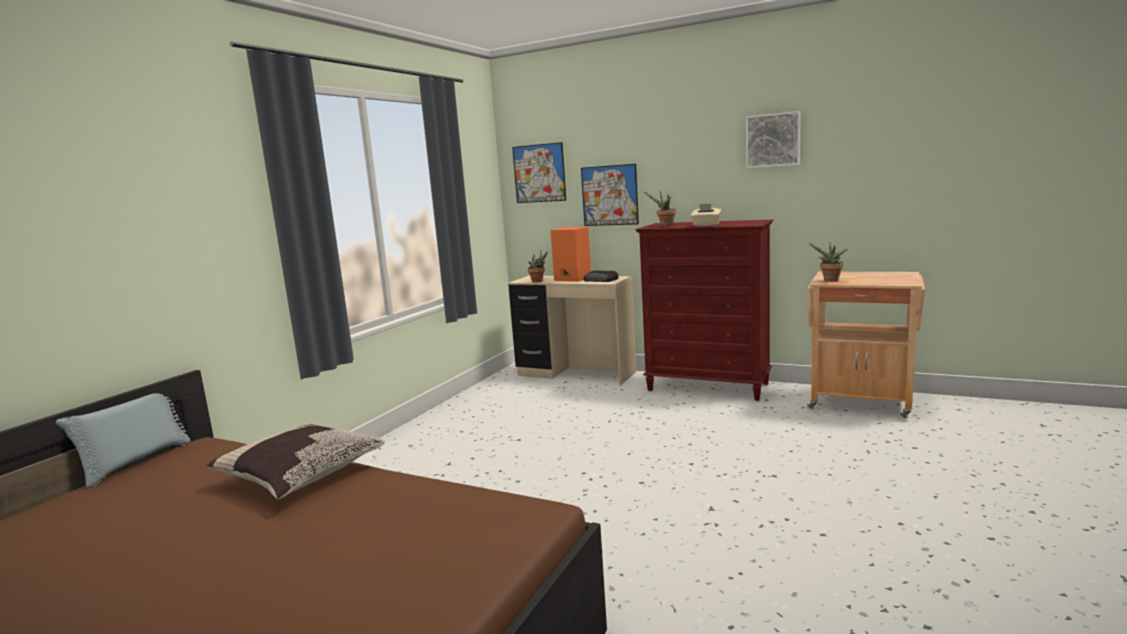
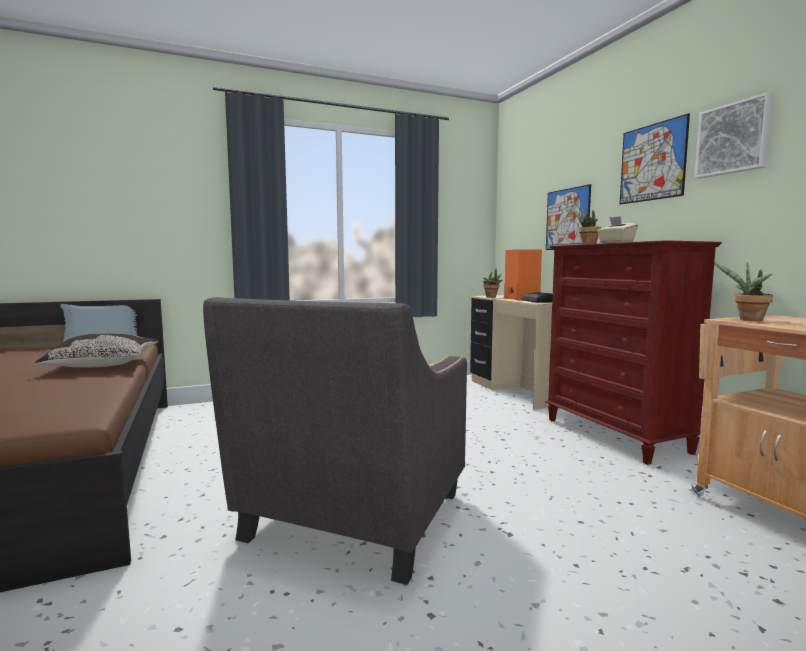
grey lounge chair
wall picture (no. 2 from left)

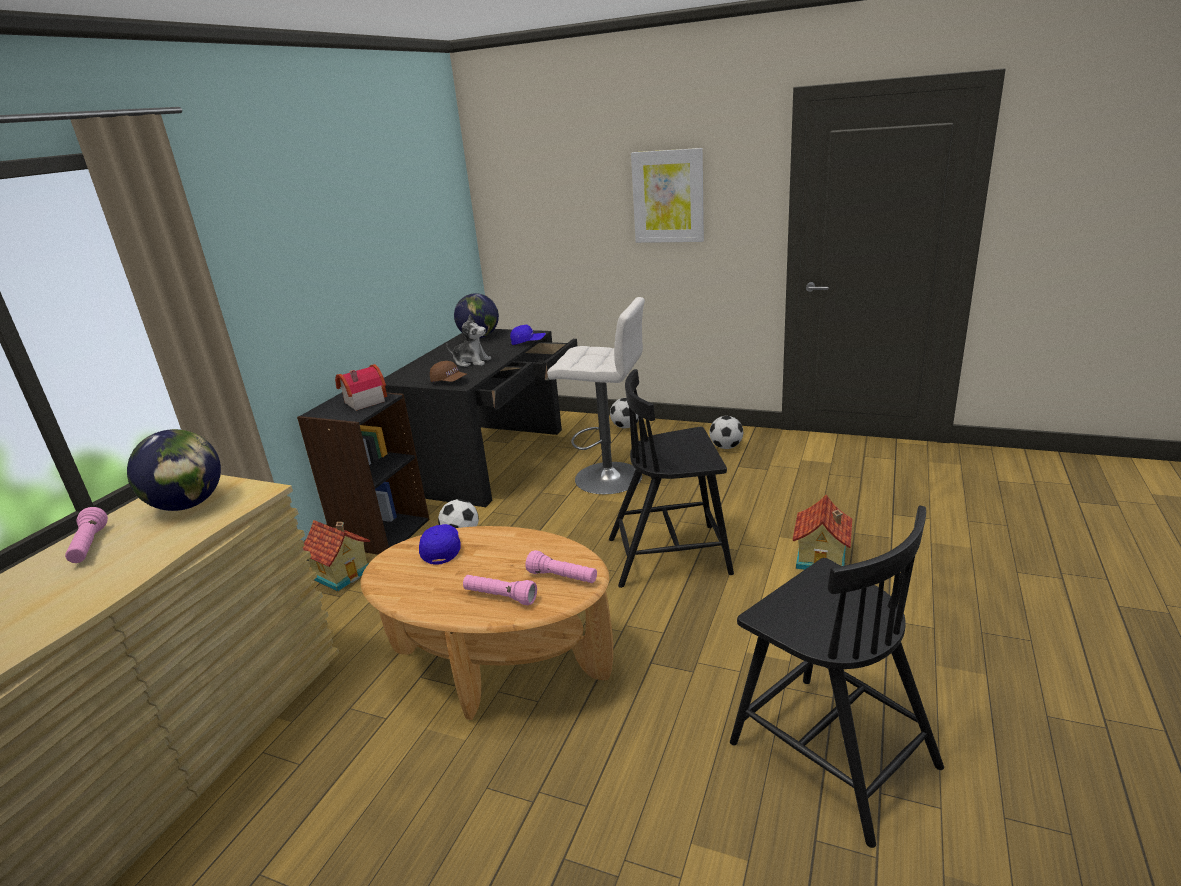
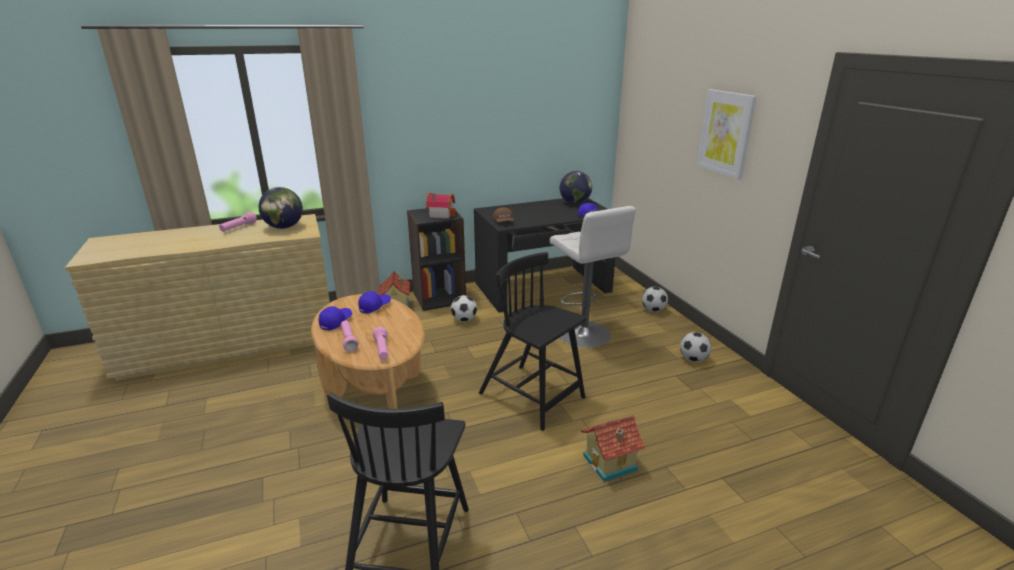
bluish cap (no. 1 from left)
cuddly toy

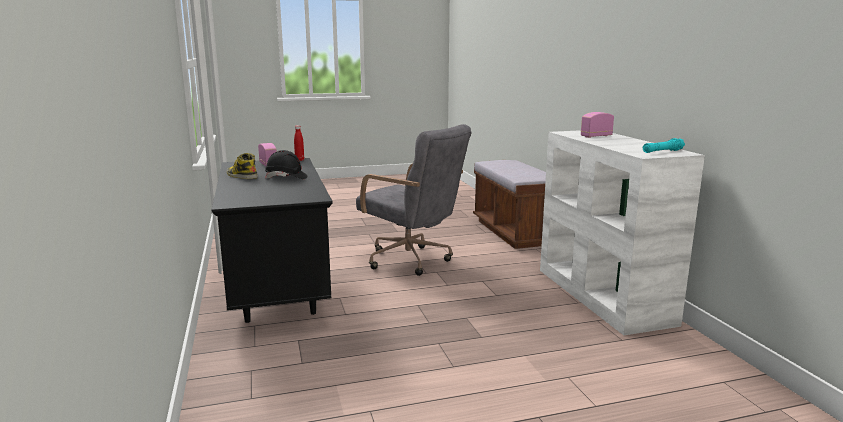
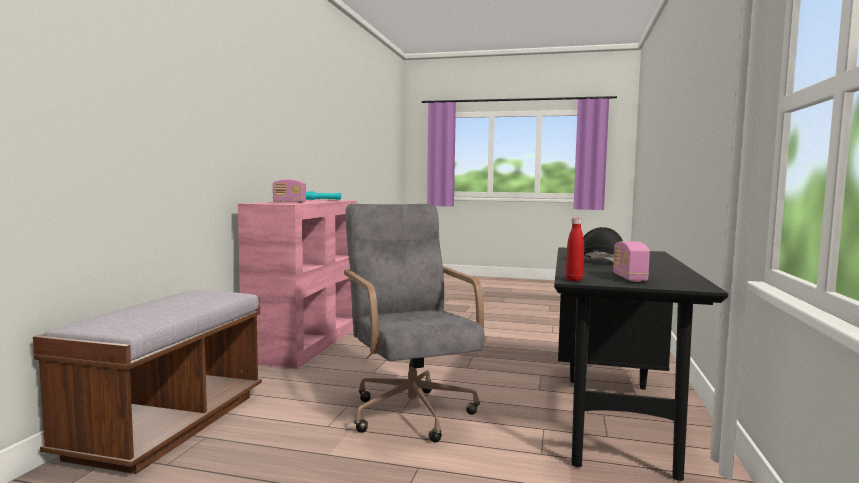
pink bookcase
tall boot

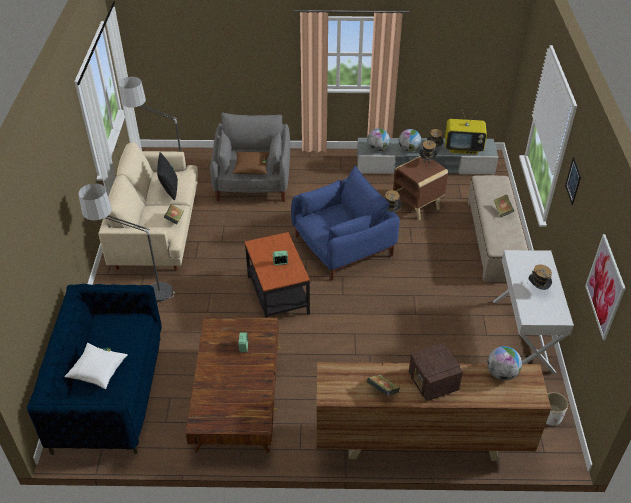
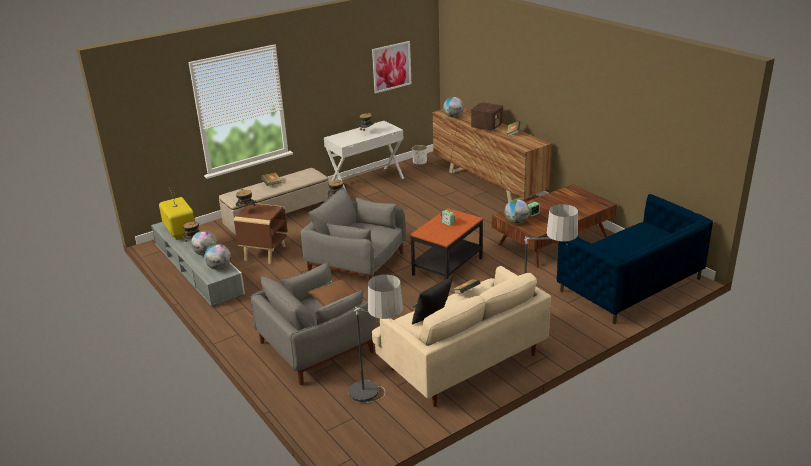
grey lounge chair (no. 2 from left)
desk globe (no. 4 from left)
white throw pillow
wall picture (no. 1 from left in the first image)

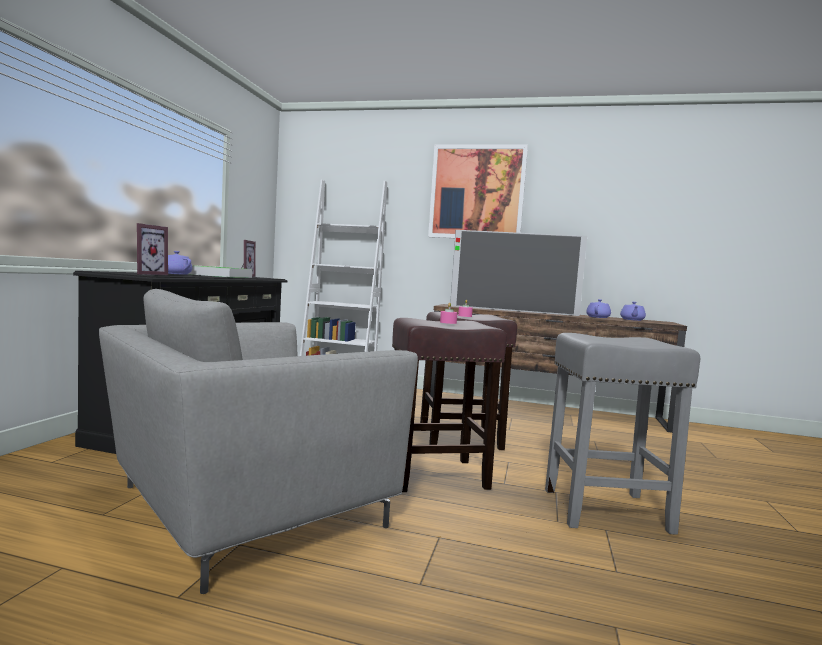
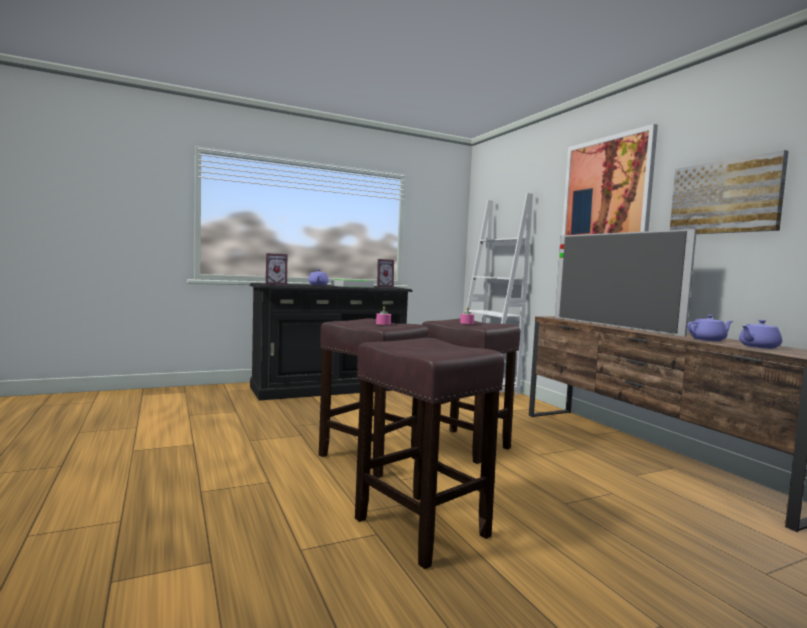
brown stool seat (no. 2 from left)
wall picture (no. 2 from left)
grey lounge chair

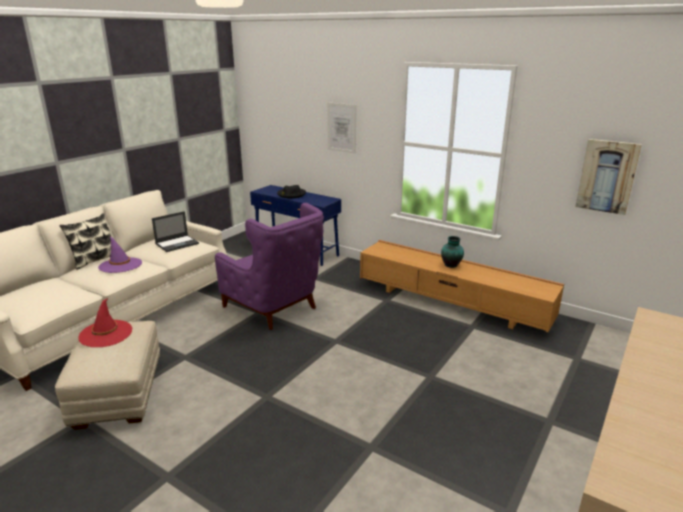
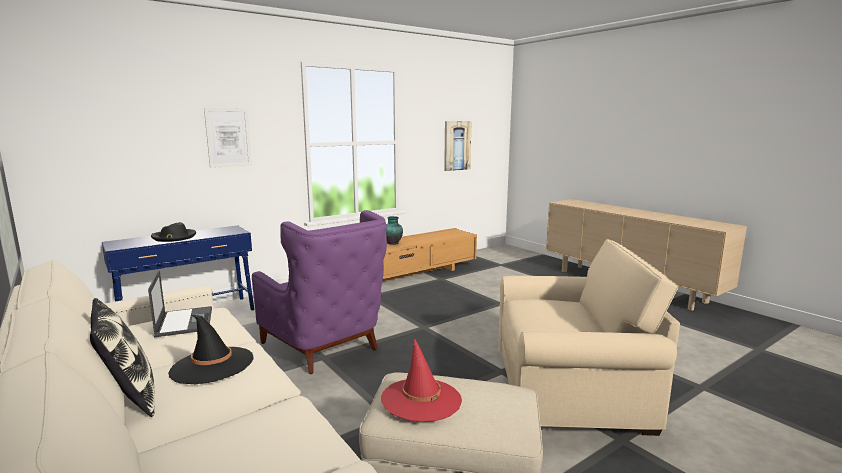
blackish wearable hat (no. 2 from left)
purple lounge chair
beige-coloured lounge chair

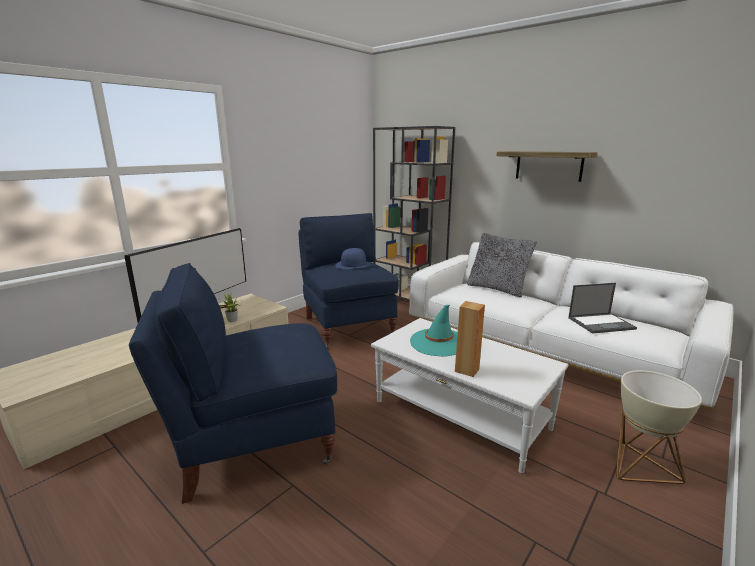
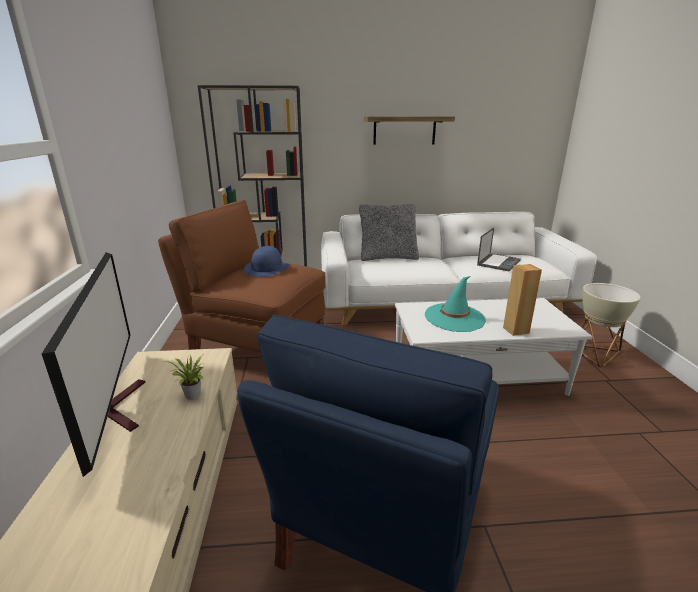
brown lounge chair

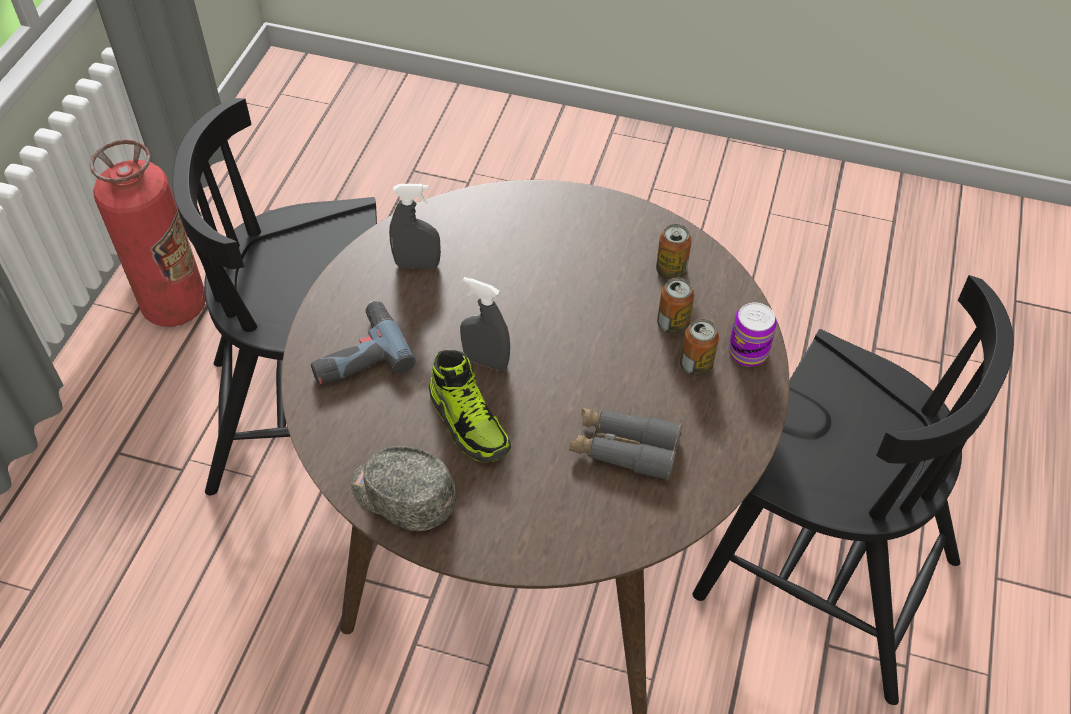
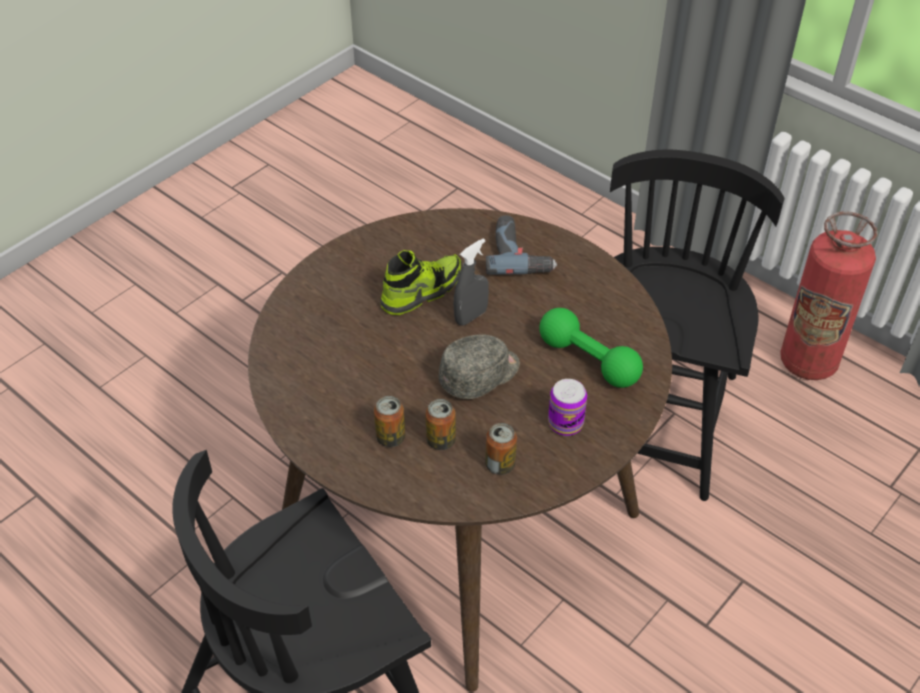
shoe
grey cap
green hand weight
metal can (no. 4 from left)
grey sprayer (no. 1 from left in the first image)
grey binoculars

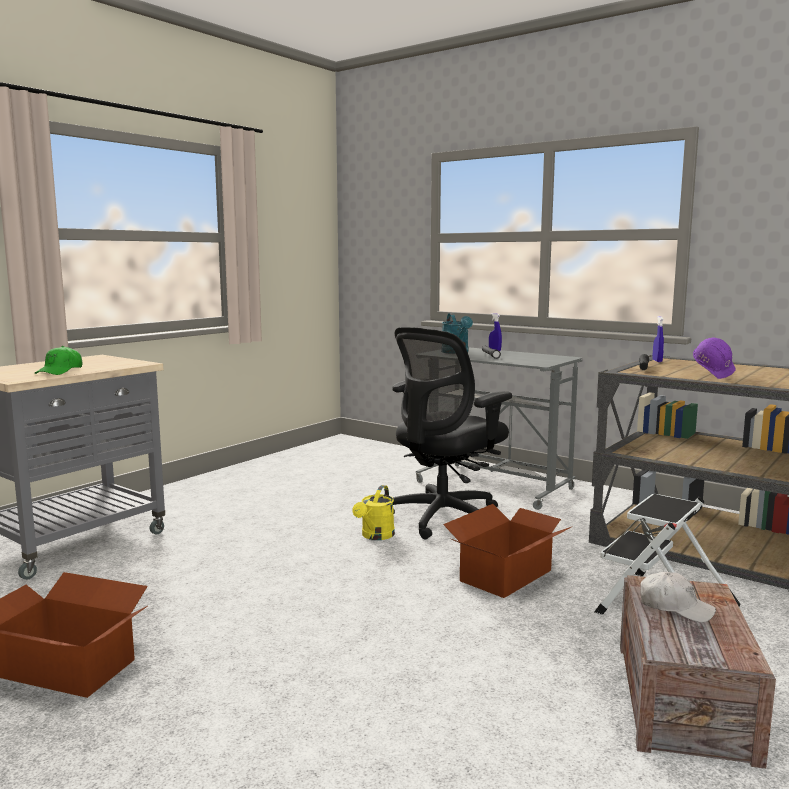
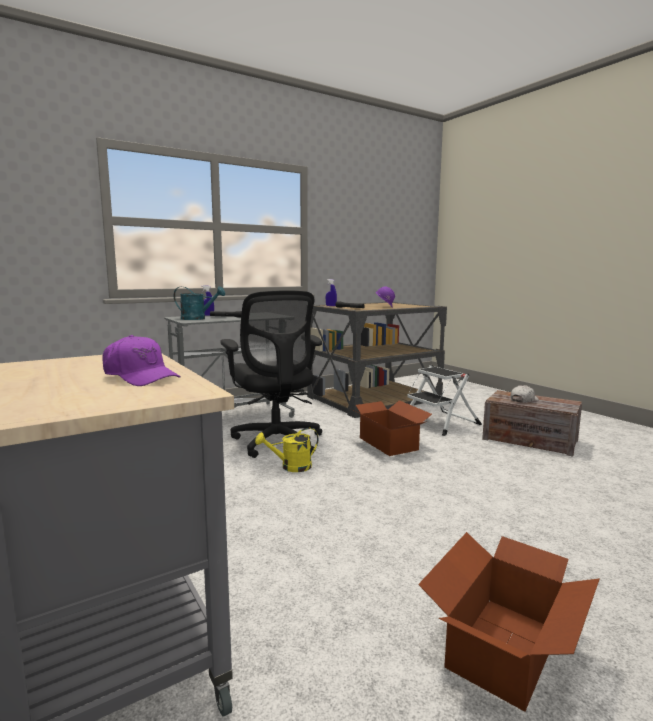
purple cap
yellowish watering can

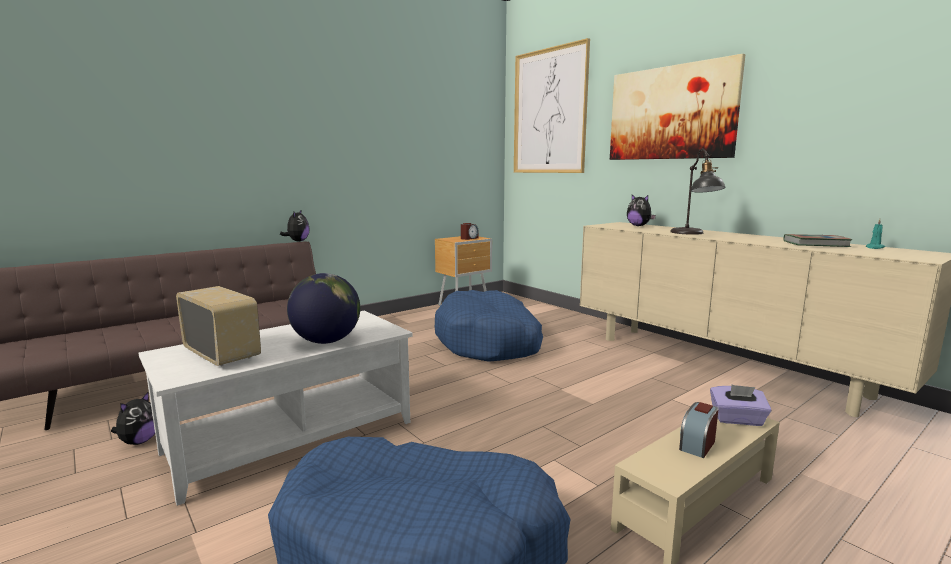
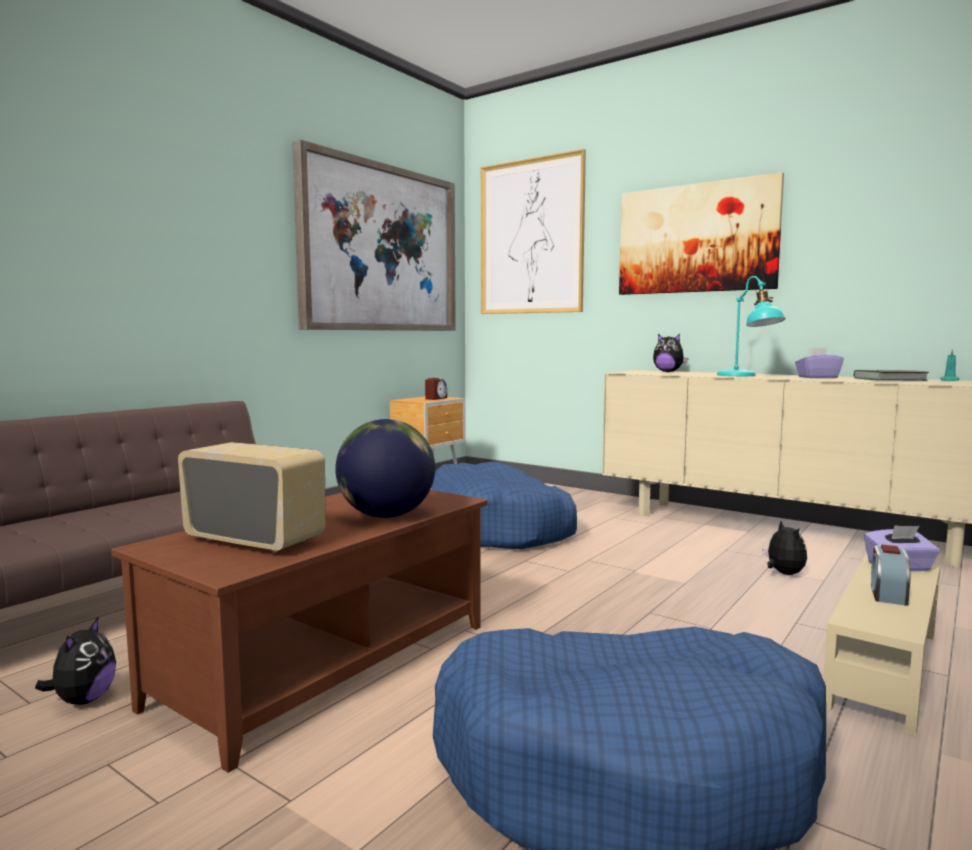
brown low table
wall picture (no. 1 from left)
turquoise-coloured table lamp
cuddly toy (no. 3 from left)
purple box of tissues (no. 1 from left)

